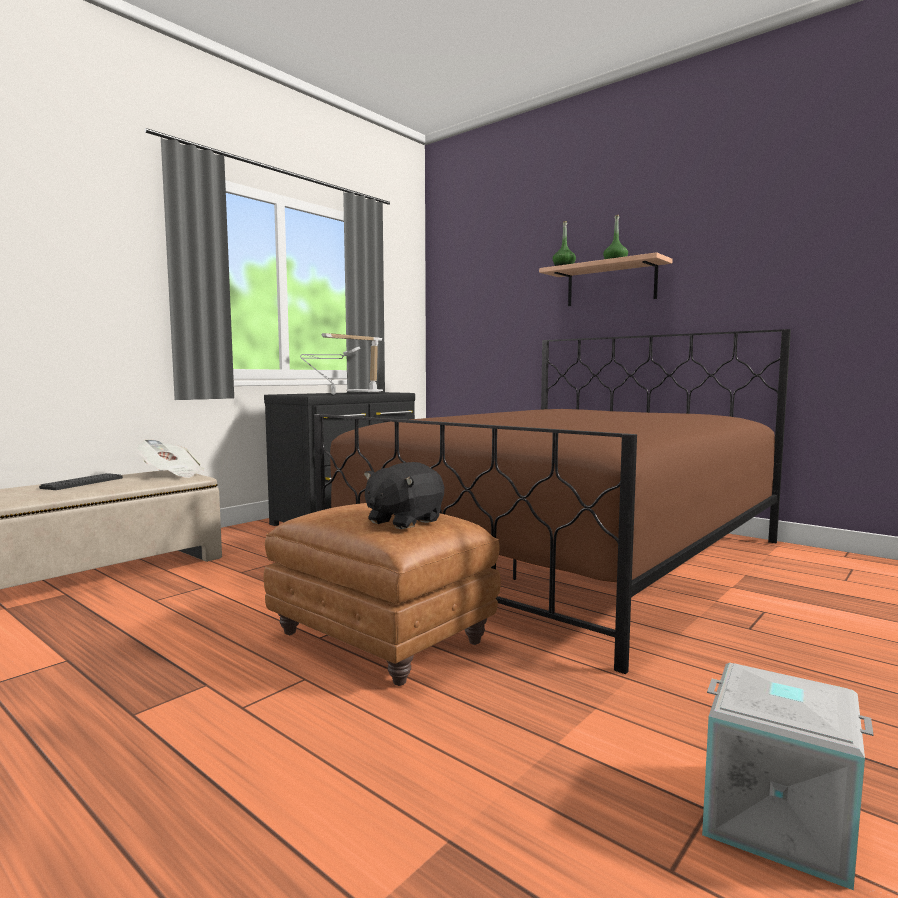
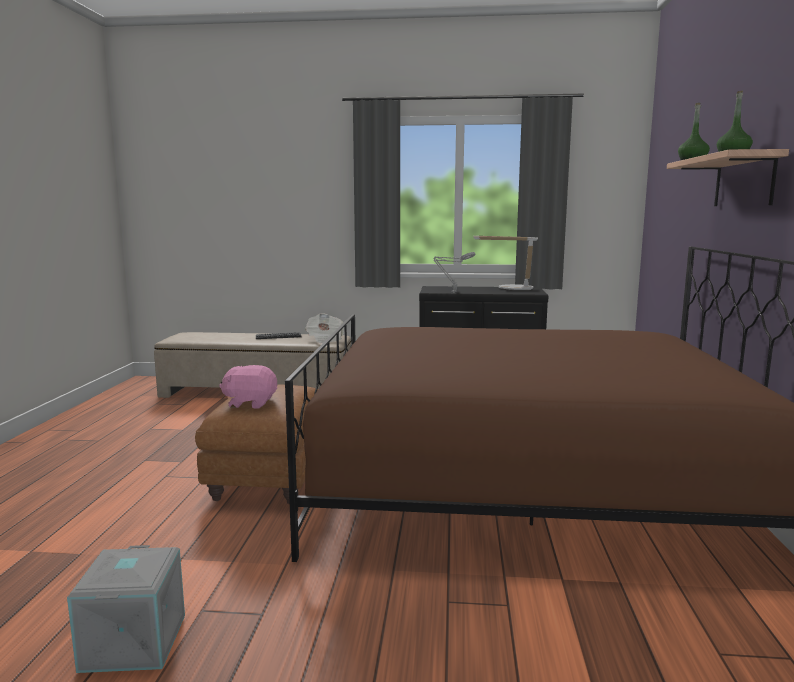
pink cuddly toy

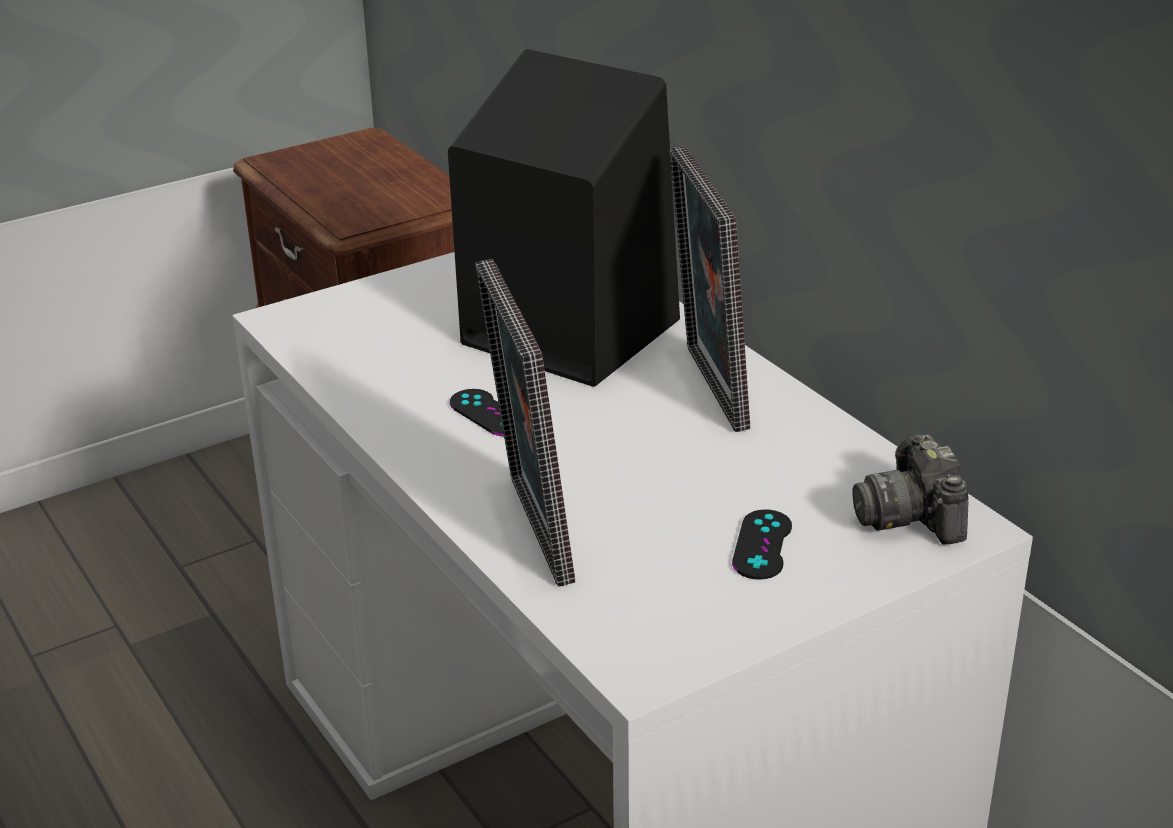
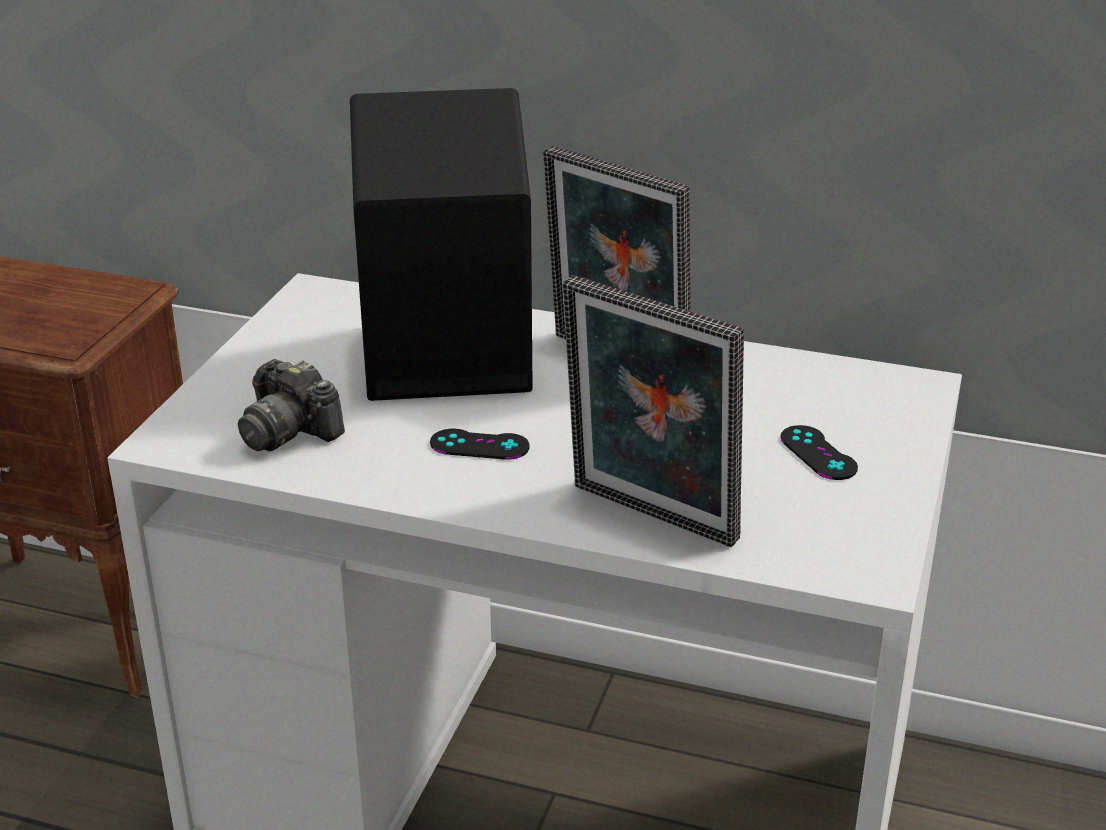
still camera

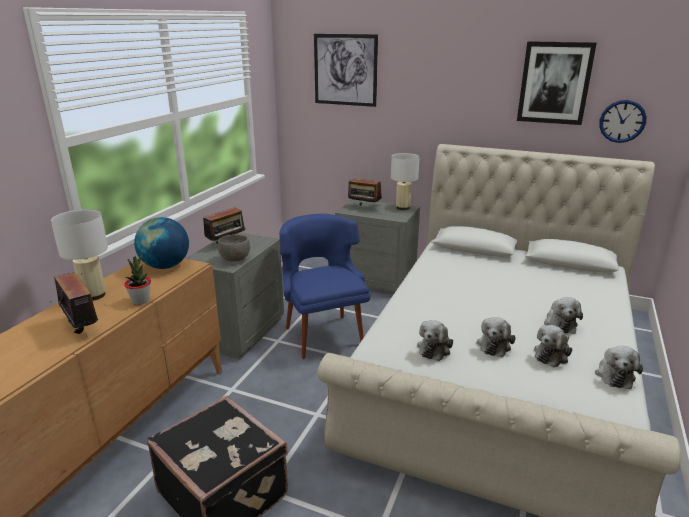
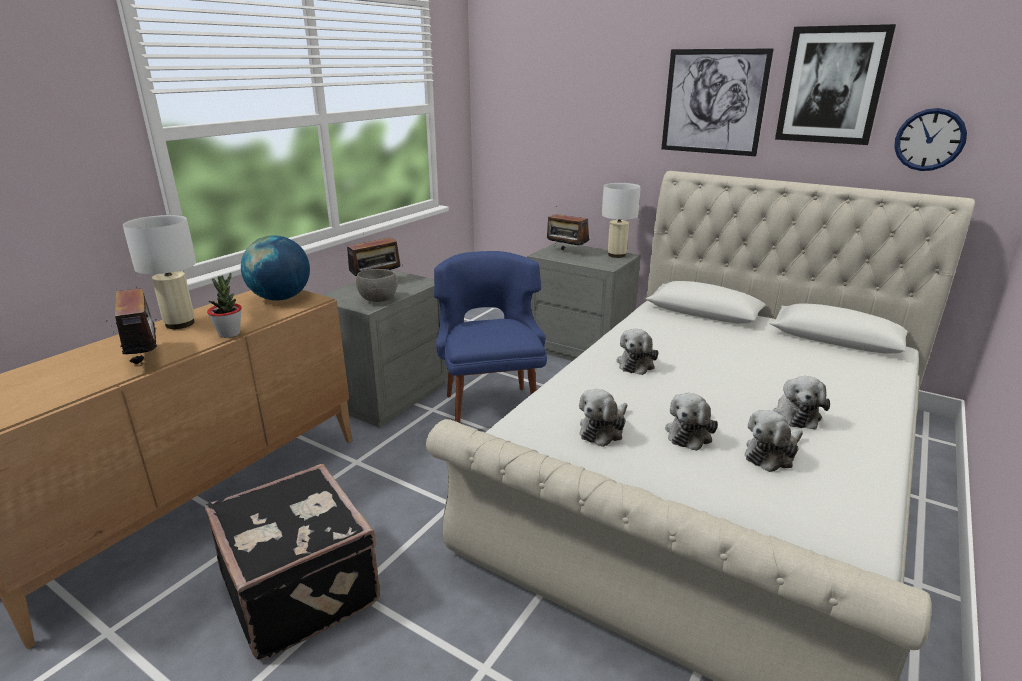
cuddly toy (no. 2 from left)
wall picture (no. 1 from left)

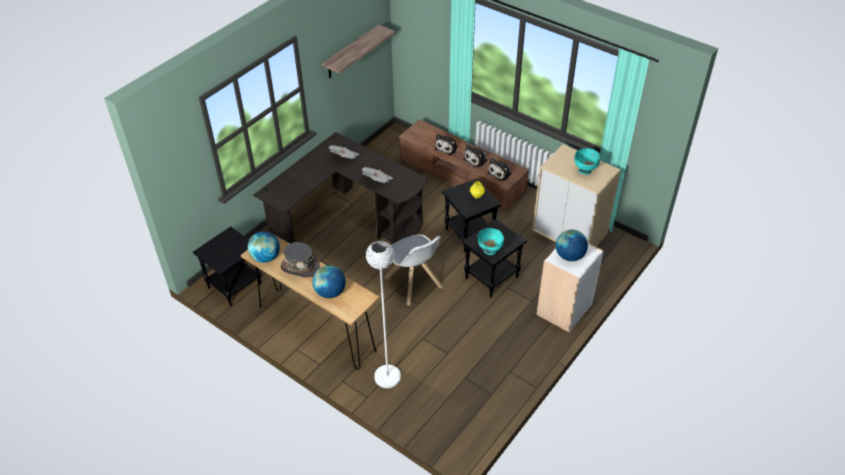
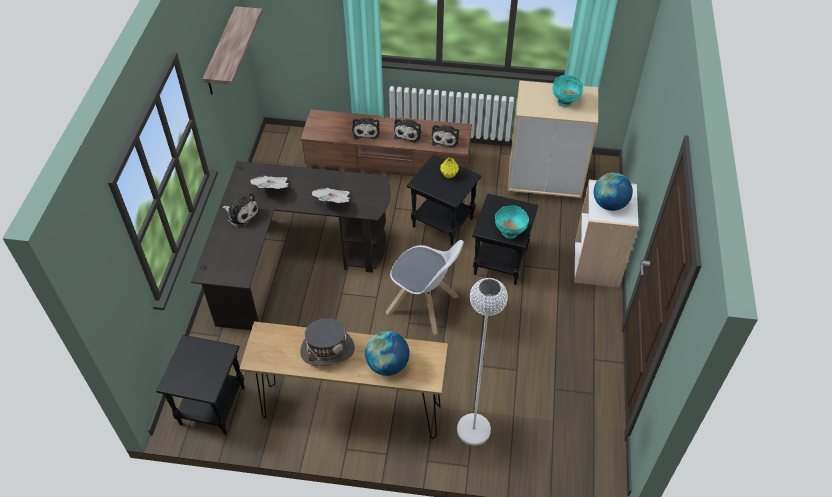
cuddly toy (no. 1 from left)
desk globe (no. 1 from left in the first image)

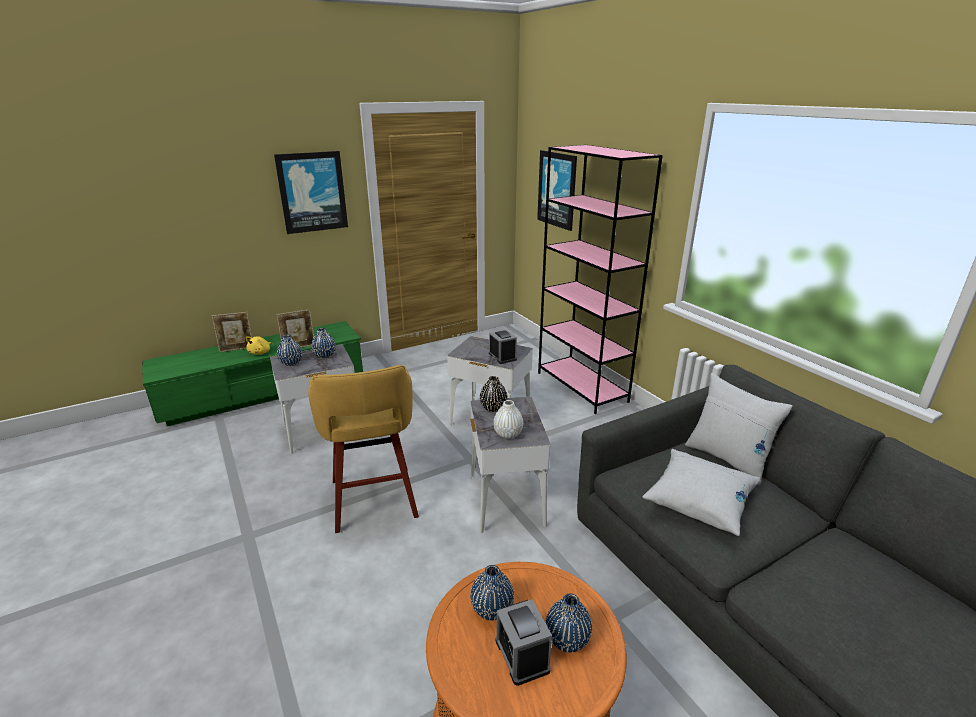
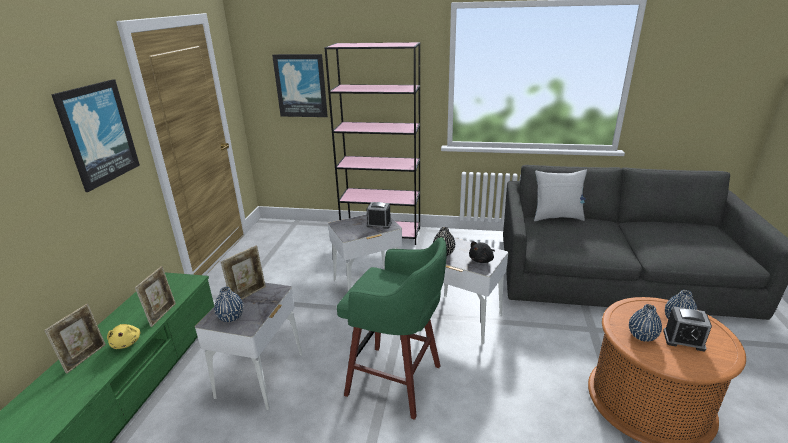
picture frame (no. 3 from left)
green stool seat
blackish cuddly toy
grey throw pillow (no. 1 from left in the first image)

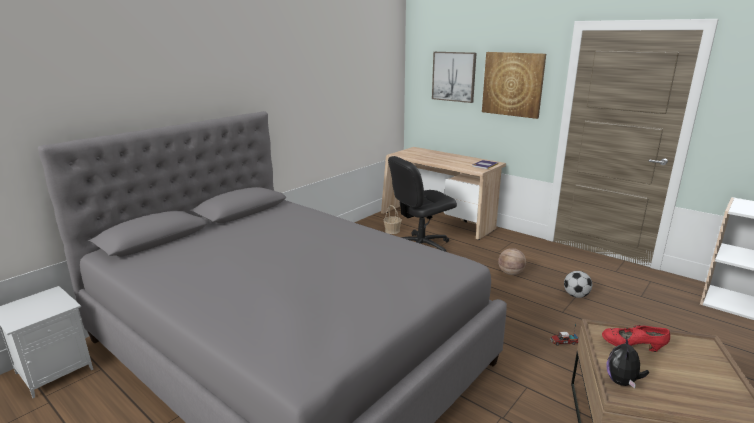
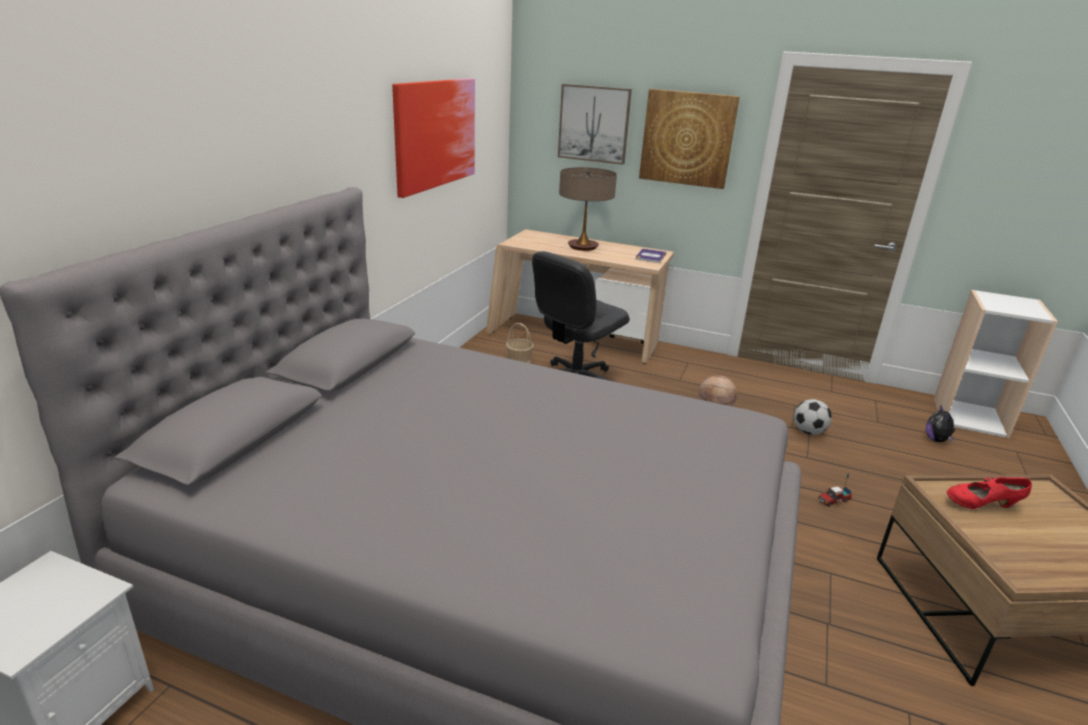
wall picture (no. 1 from left)
table lamp
cuddly toy

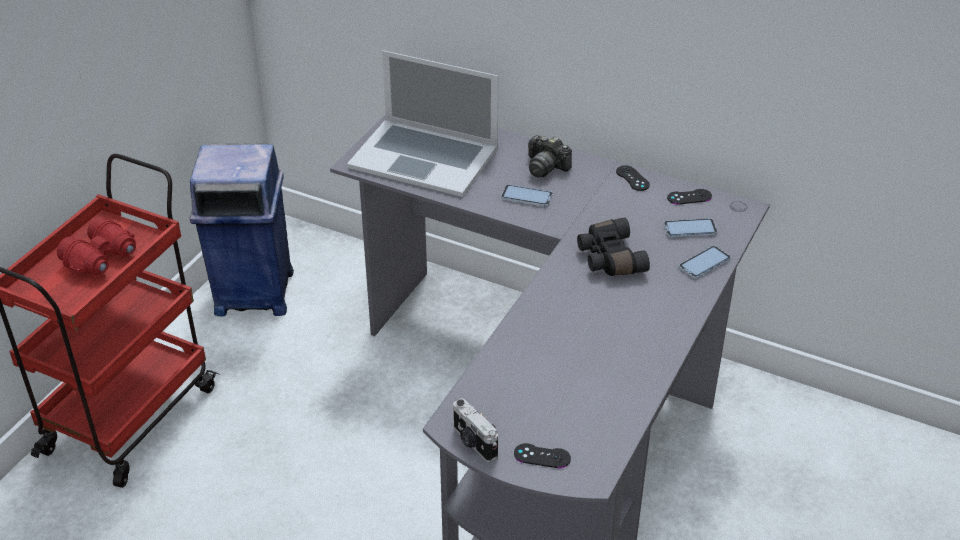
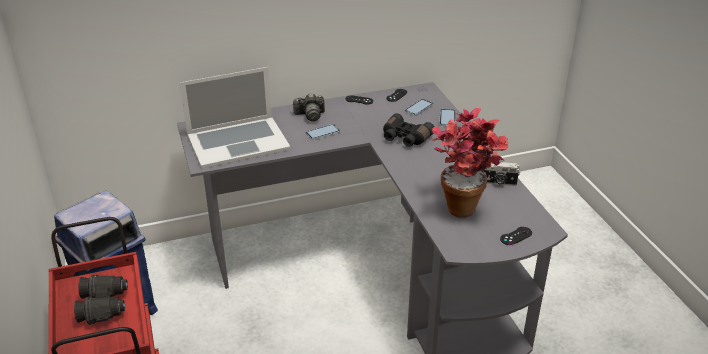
blackish binoculars (no. 1 from left)
potted plant
still camera (no. 2 from left)

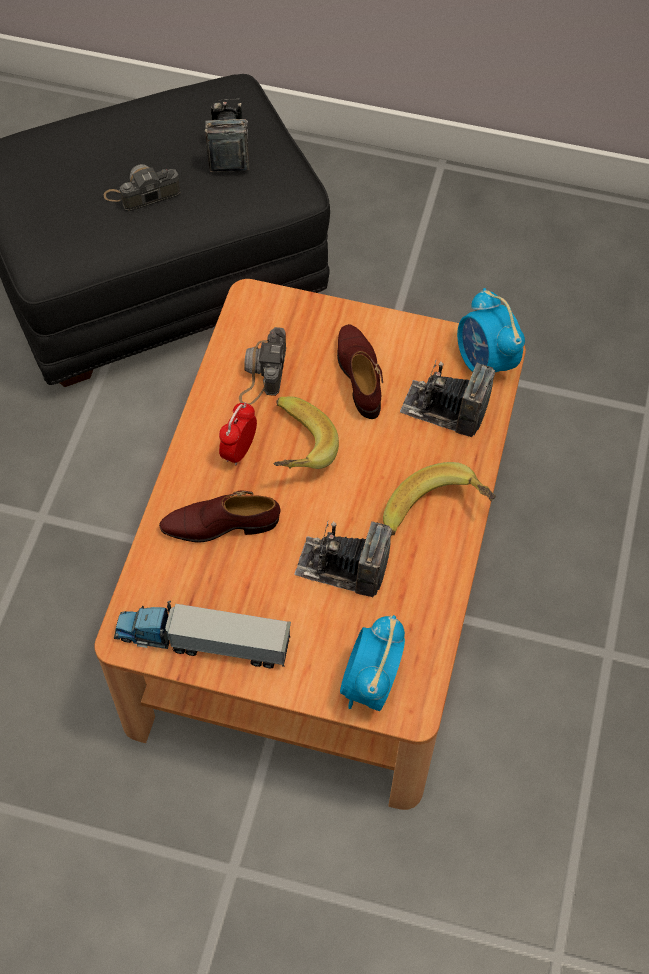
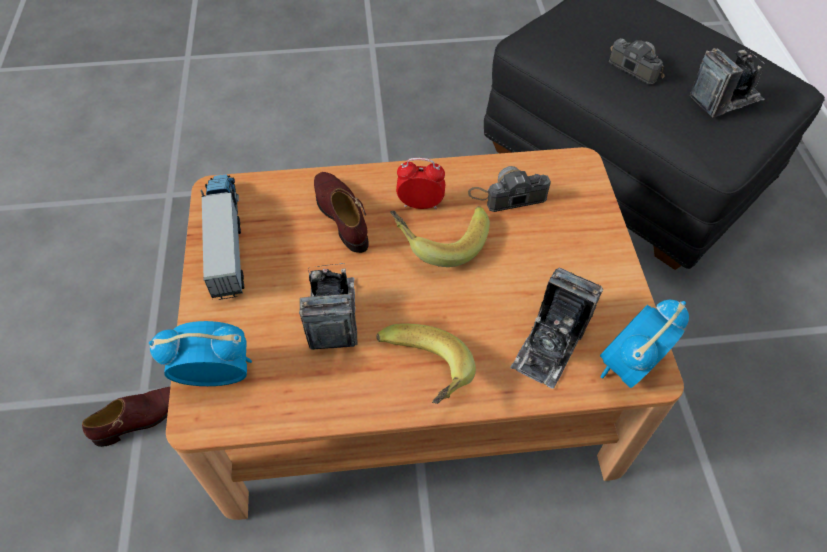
brown shoe (no. 1 from left)
still camera (no. 3 from left)

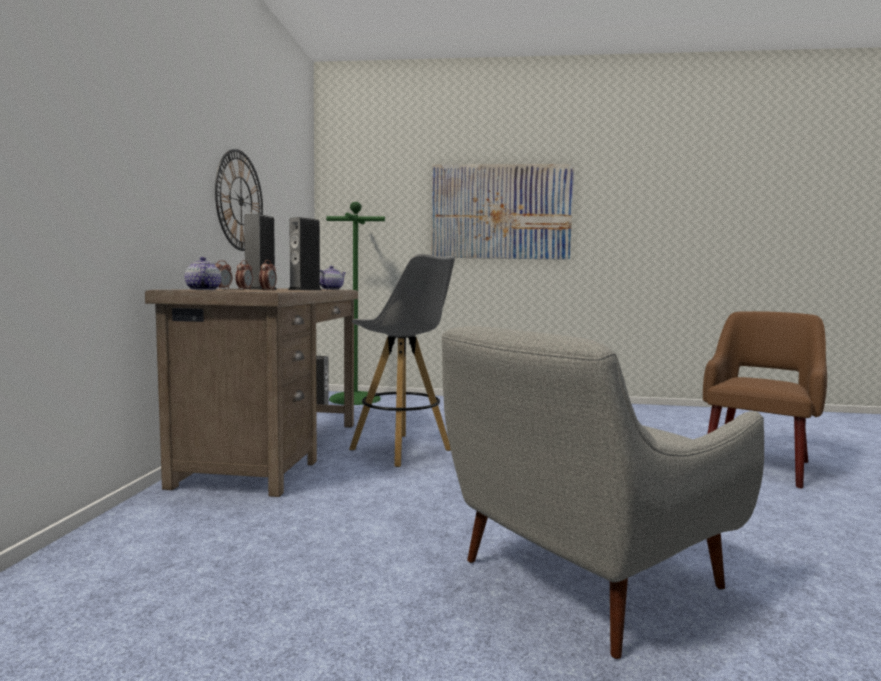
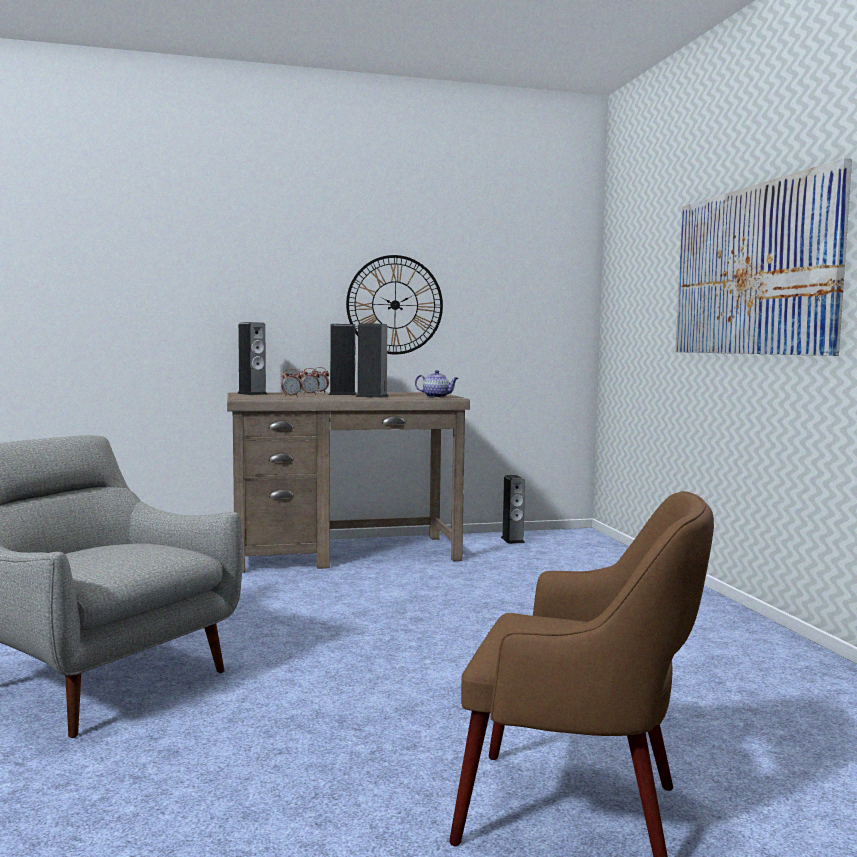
loudspeaker (no. 1 from left)
green garment stand
grey stool seat

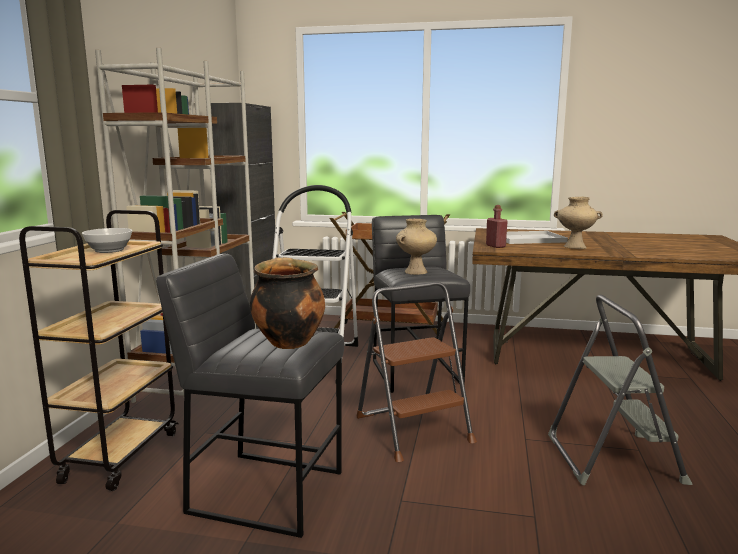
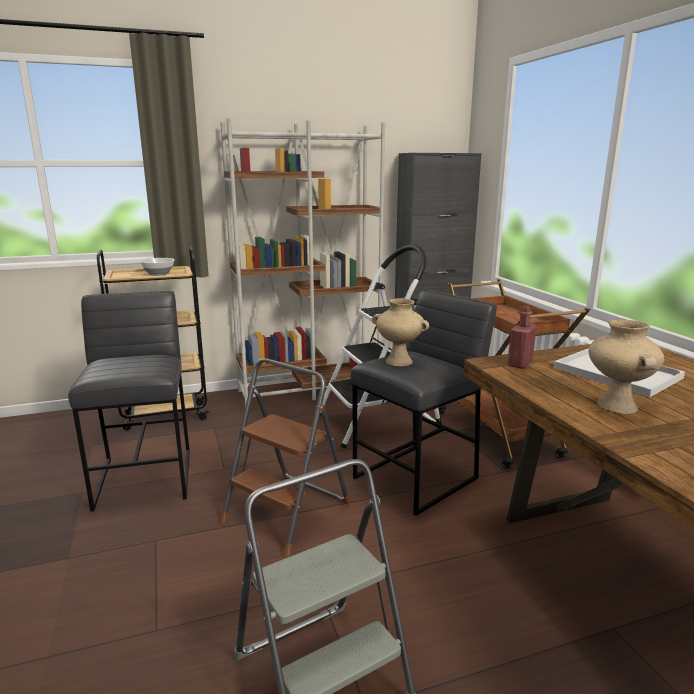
cooking pot

